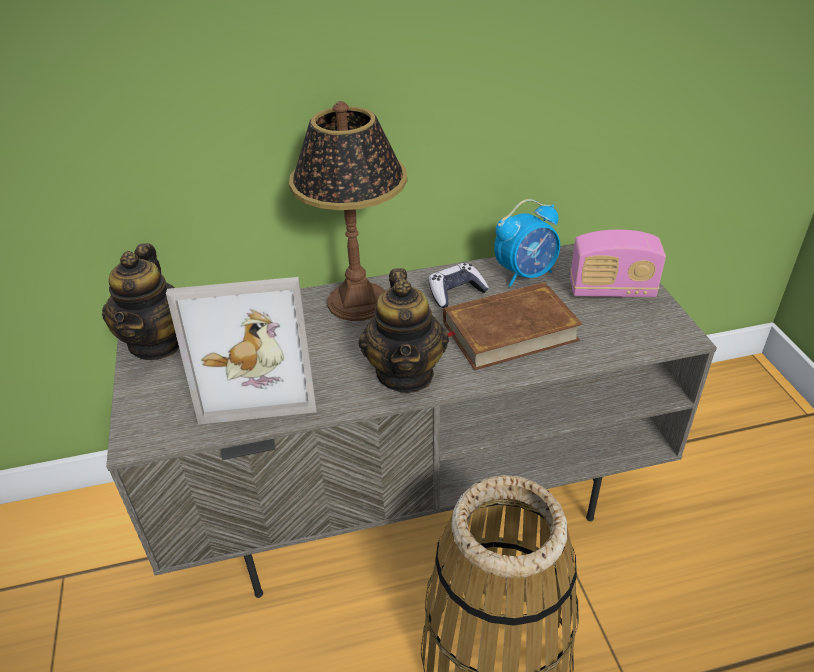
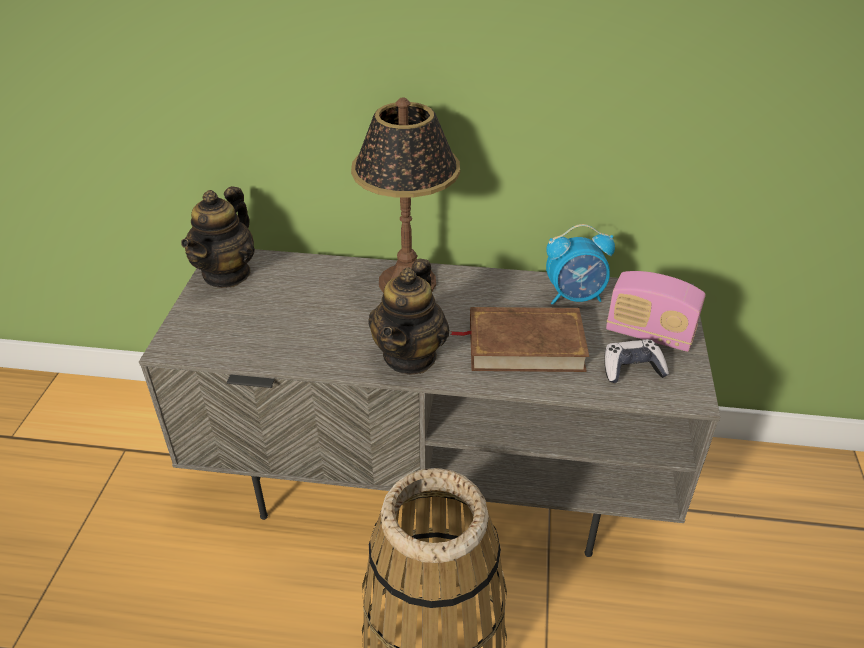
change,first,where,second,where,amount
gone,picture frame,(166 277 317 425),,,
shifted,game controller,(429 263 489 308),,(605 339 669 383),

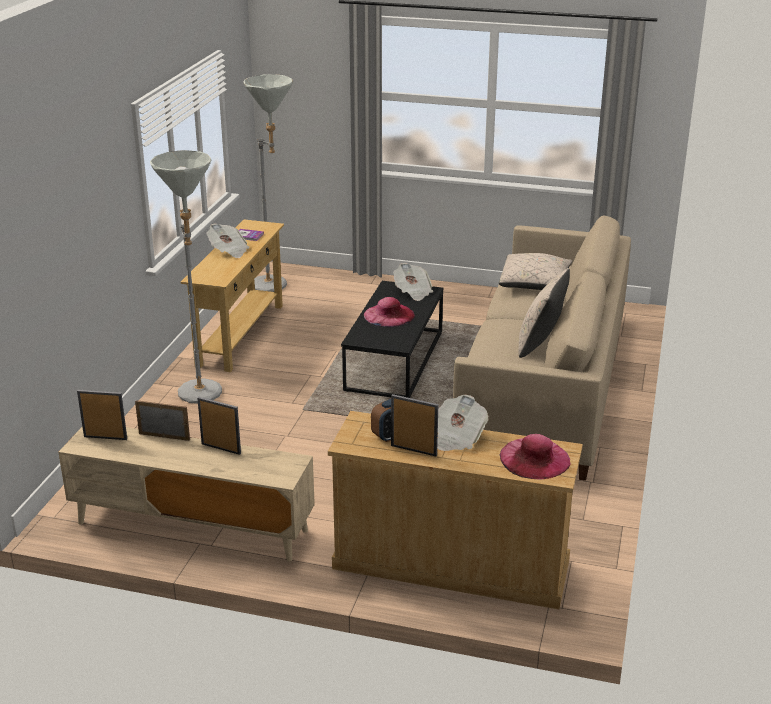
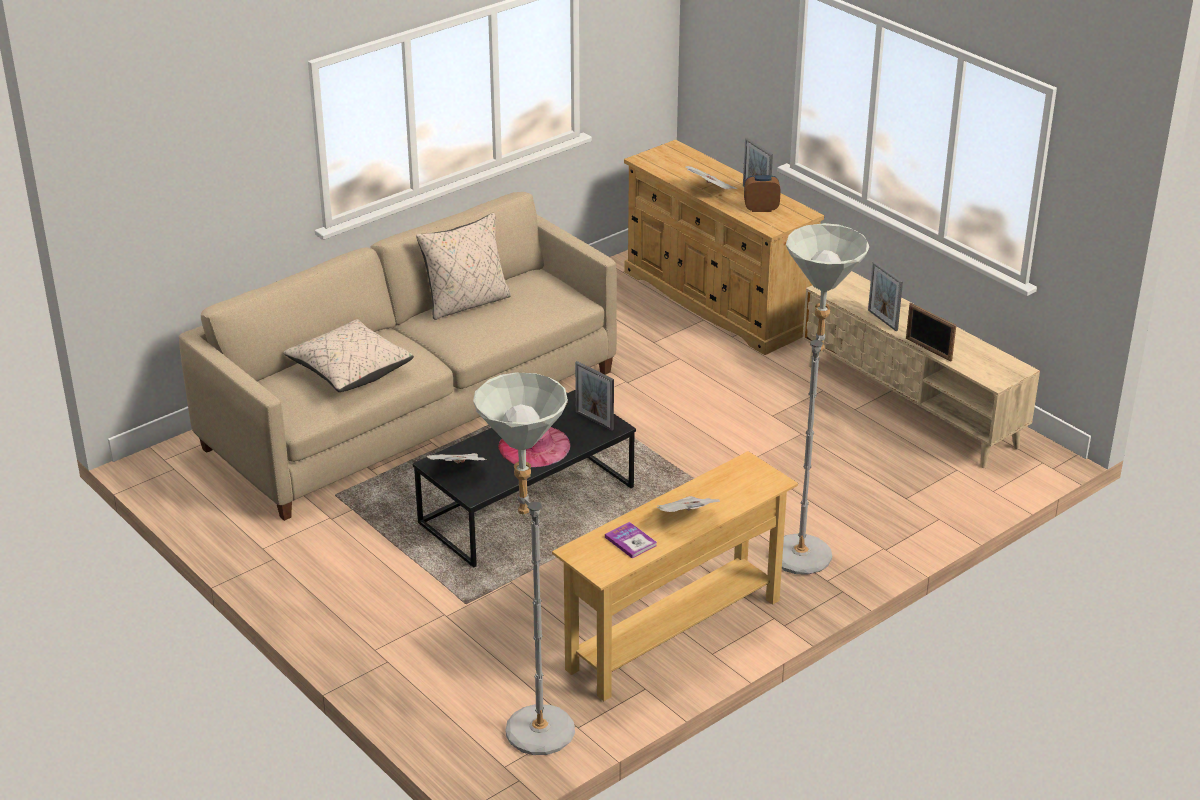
change,first,where,second,where,amount
gone,hat in pink,(500 434 570 480),,,
shifted,picture frame,(77 390 127 440),,(575 361 614 431),

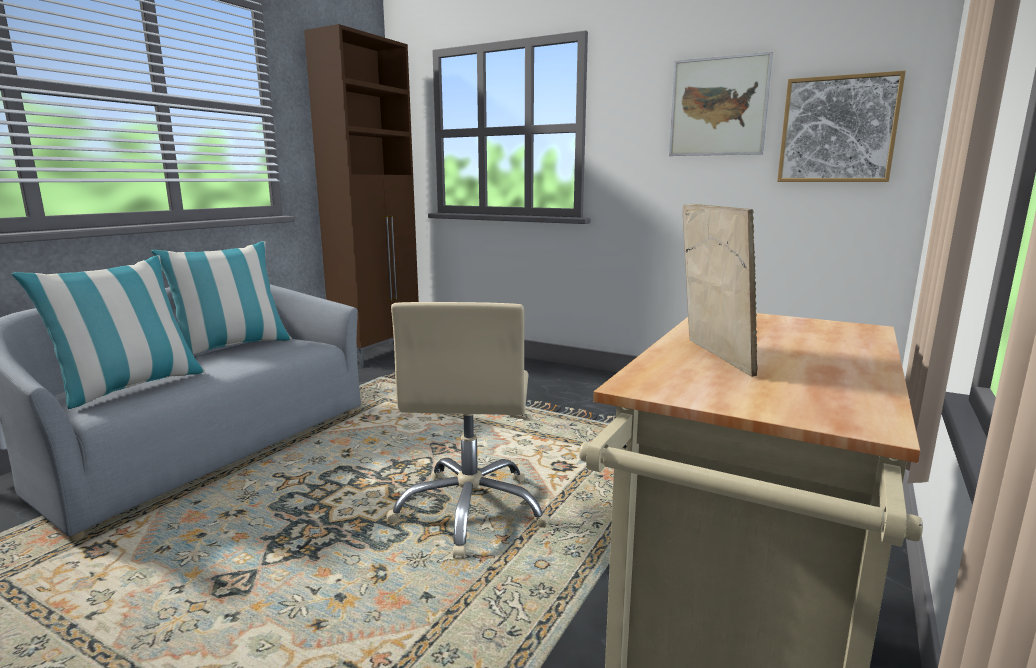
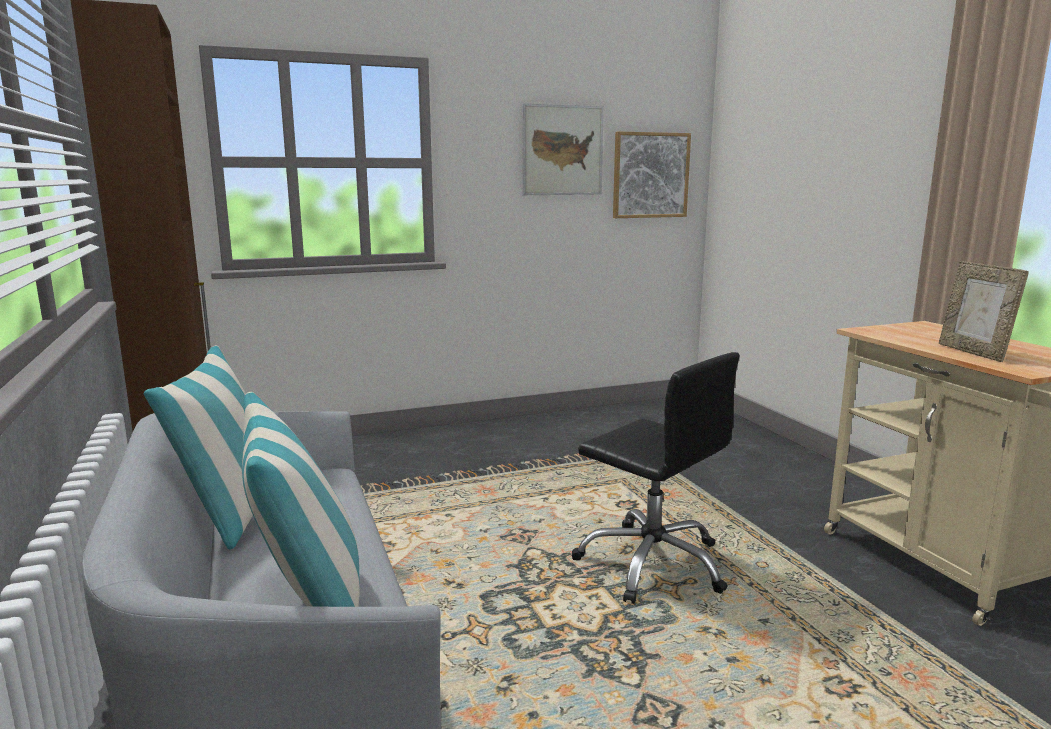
change,first,where,second,where,amount
repainted,office chair in beige,(387 302 550 558),office chair in black,(572 352 740 604),
rotated,picture frame,(683 204 758 377),,(939 261 1029 362),135 degrees counterclockwise

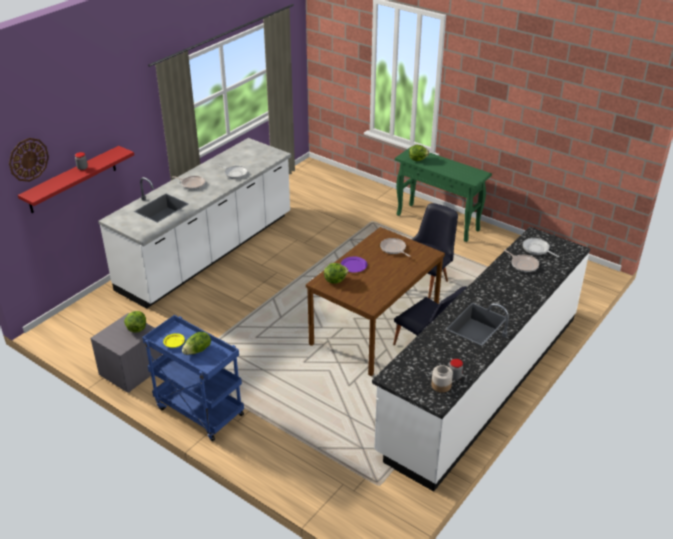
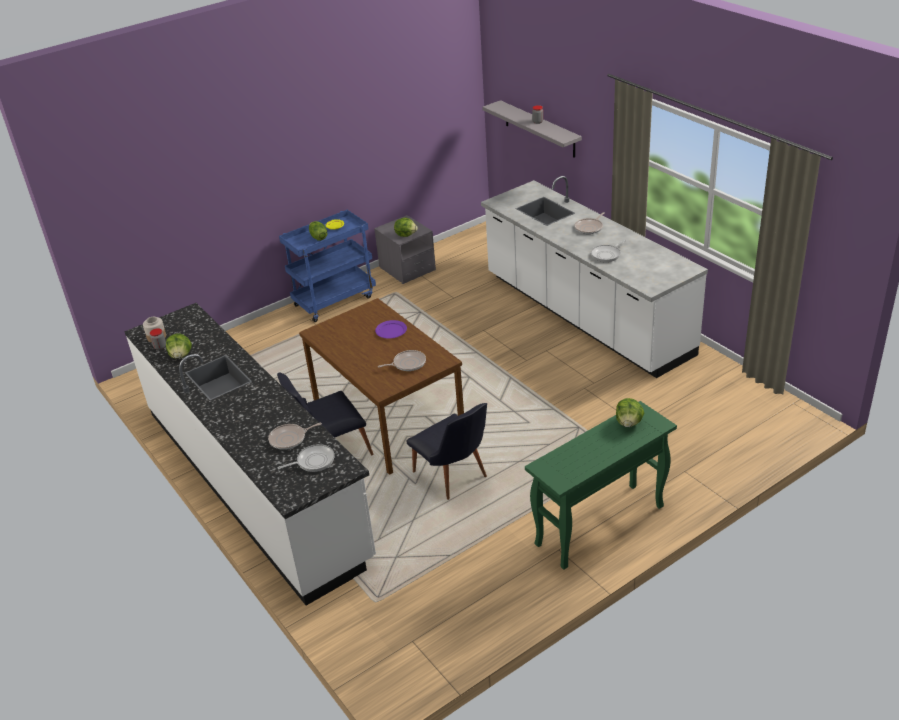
change,first,where,second,where,amount
gone,wall clock,(9 138 49 182),,,
shifted,lettuce,(324 263 348 284),,(166 333 192 359),
repainted,shelf in red,(18 146 134 213),shelf in grey,(482 100 582 158),

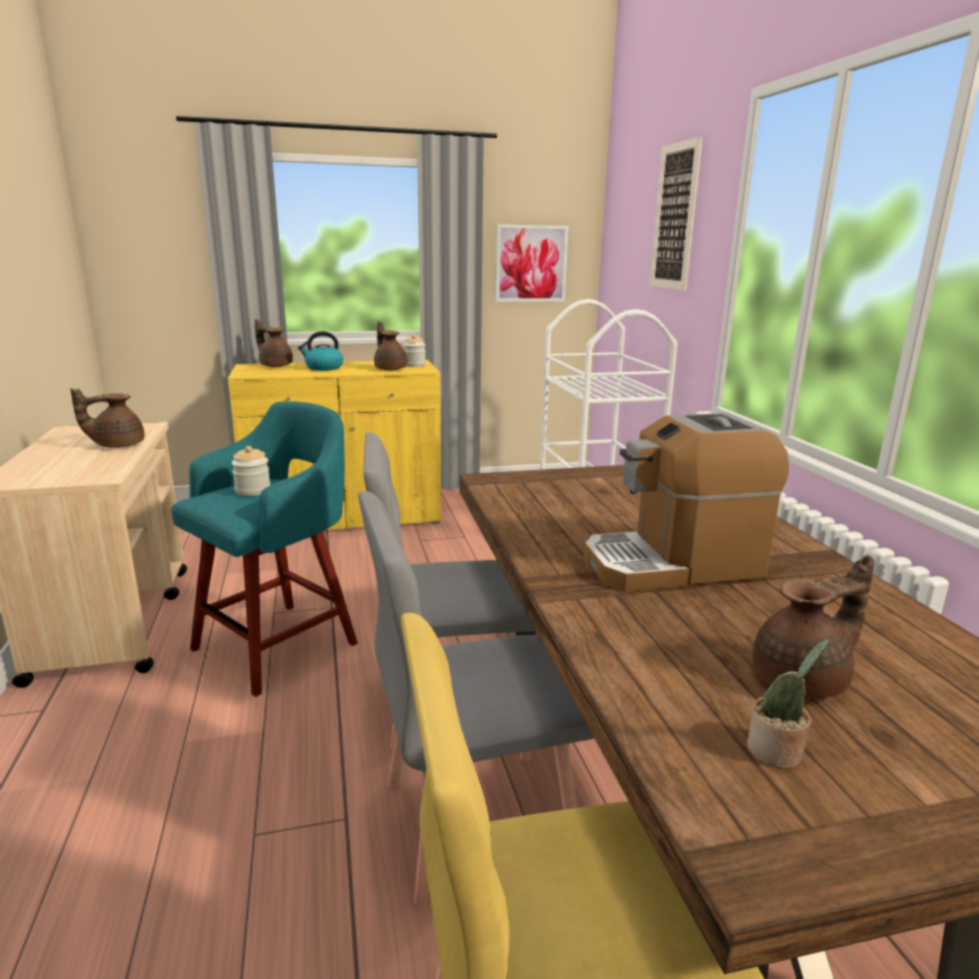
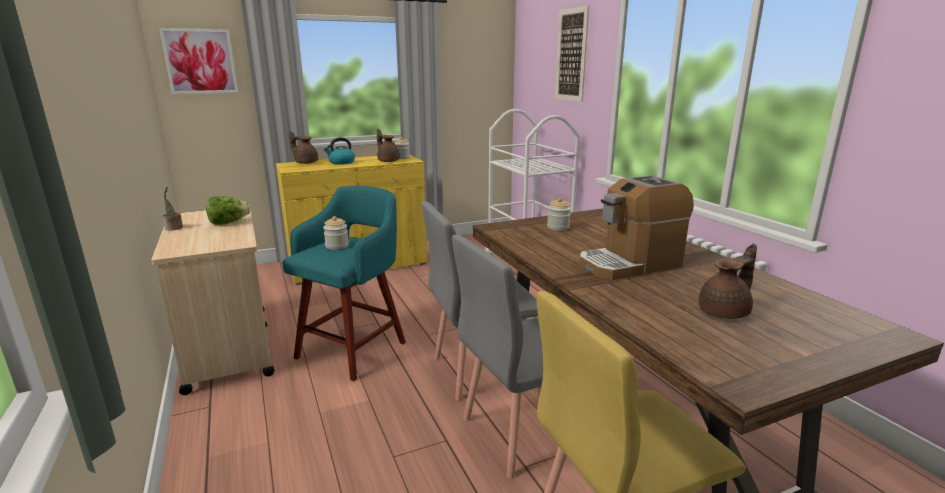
change,first,where,second,where,amount
new,,,jar,(547 198 571 231),
shifted,picture,(495 224 569 302),,(159 28 238 94),
shifted,potted plant,(747 639 829 769),,(162 187 183 231),
swapped,teapot in brown,(70 388 144 448),lettuce,(206 196 251 225),

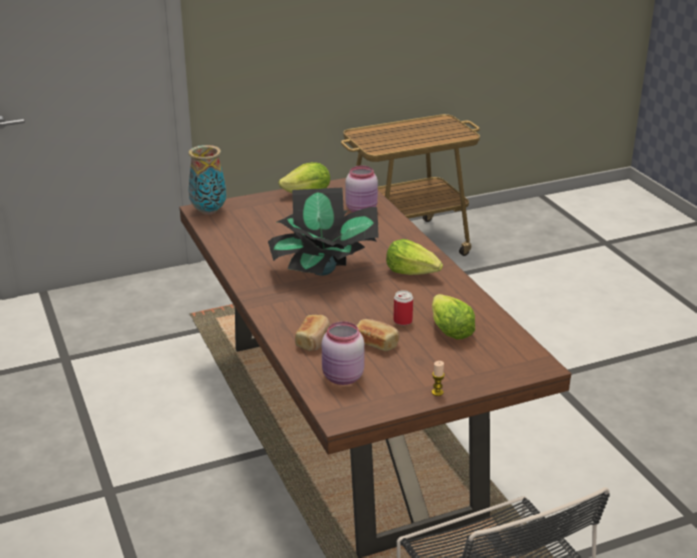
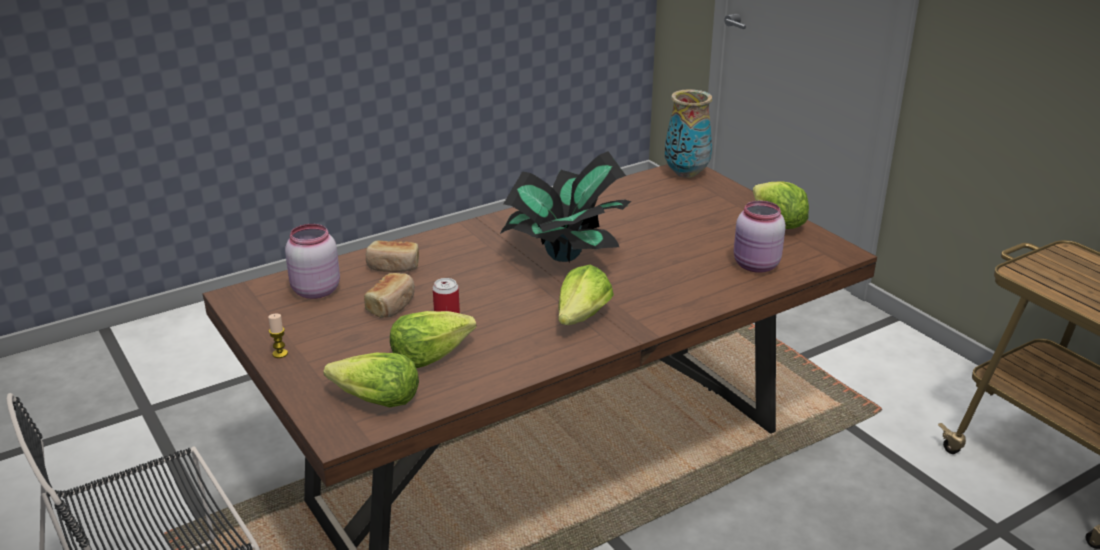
change,first,where,second,where,amount
new,,,lettuce,(323 353 419 407),

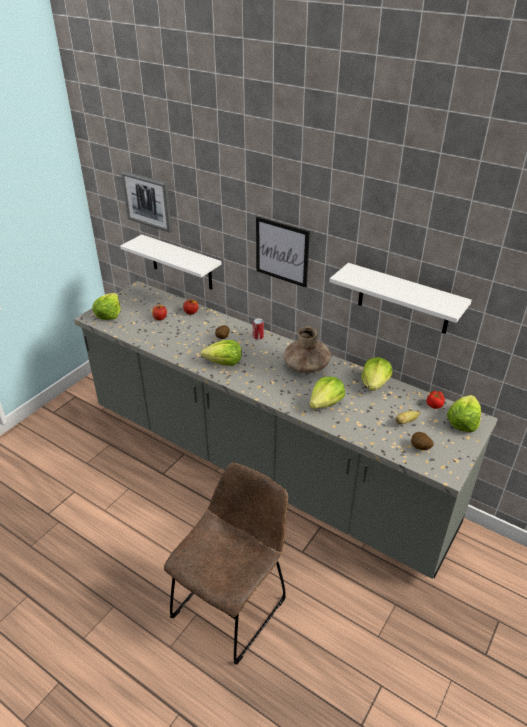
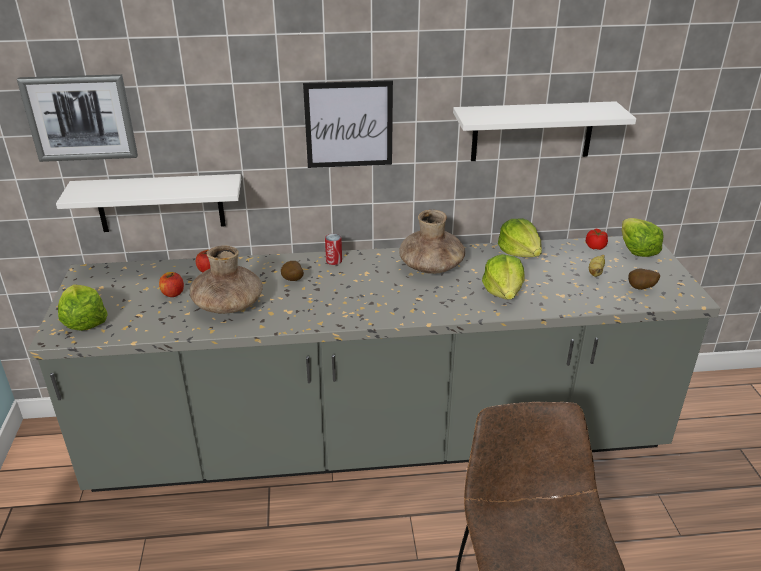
change,first,where,second,where,amount
gone,lettuce,(201 340 242 366),,,
new,,,vase in brown,(190 246 263 314),

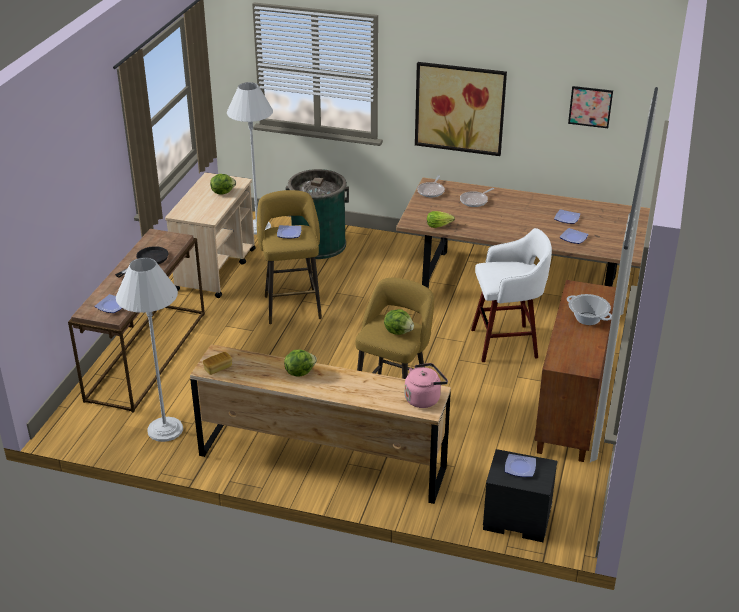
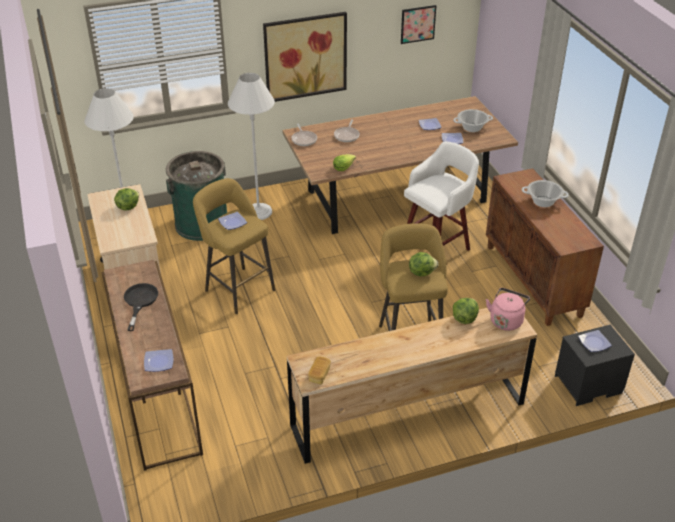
change,first,where,second,where,amount
new,,,cooking pot,(453 109 493 132),
shifted,floor lamp in white,(116 257 183 442),,(228 73 275 220),
shifted,lettuce,(284 350 317 377),,(453 298 479 324),

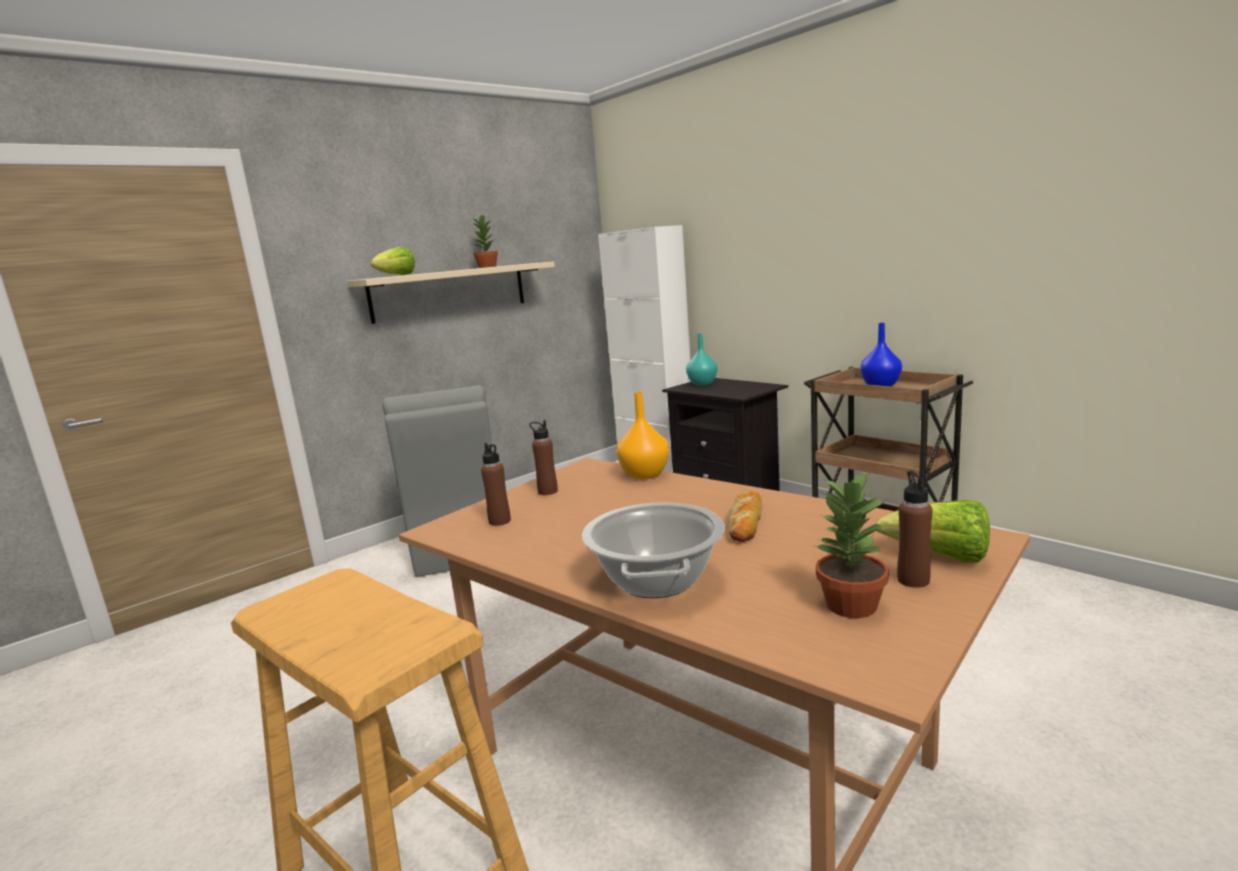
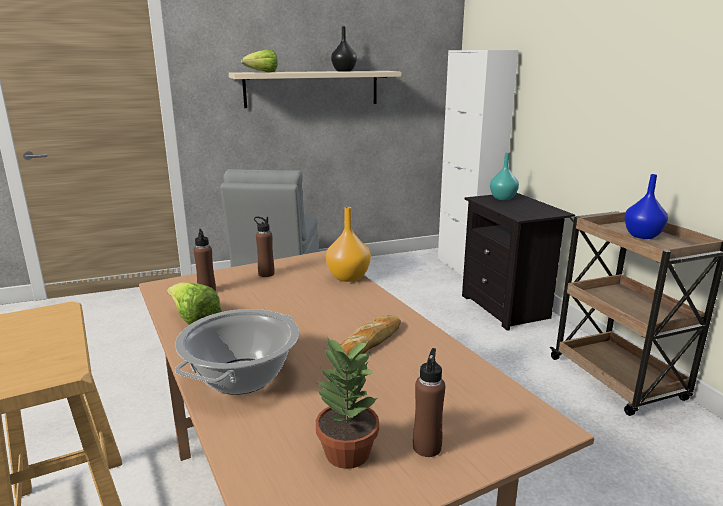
change,first,where,second,where,amount
shifted,lettuce,(876 499 990 562),,(167 282 222 325),
swapped,potted plant,(471 214 498 268),vase in black,(331 26 357 72),

